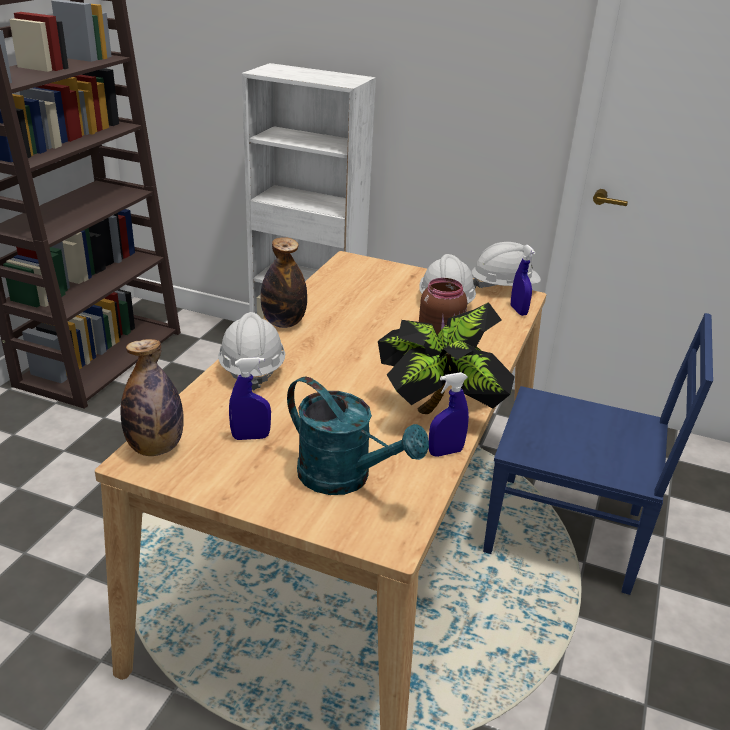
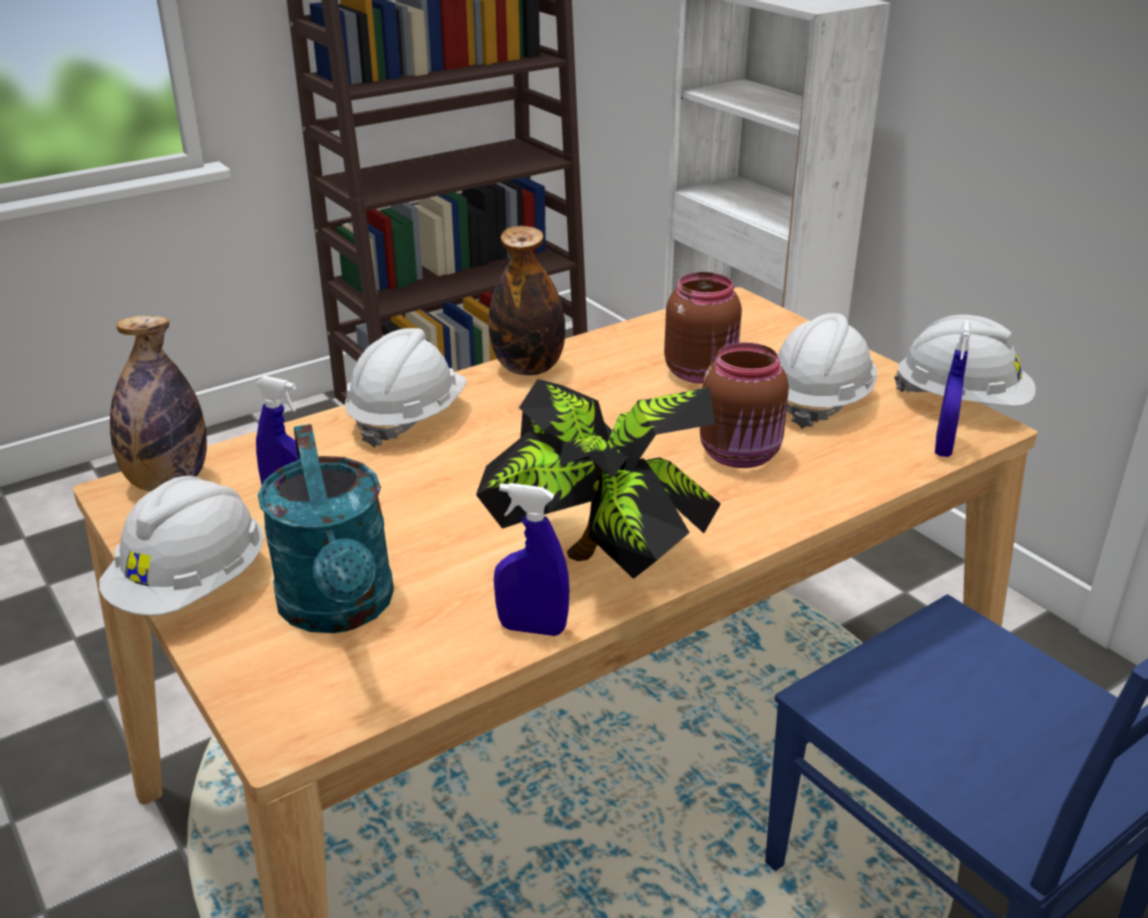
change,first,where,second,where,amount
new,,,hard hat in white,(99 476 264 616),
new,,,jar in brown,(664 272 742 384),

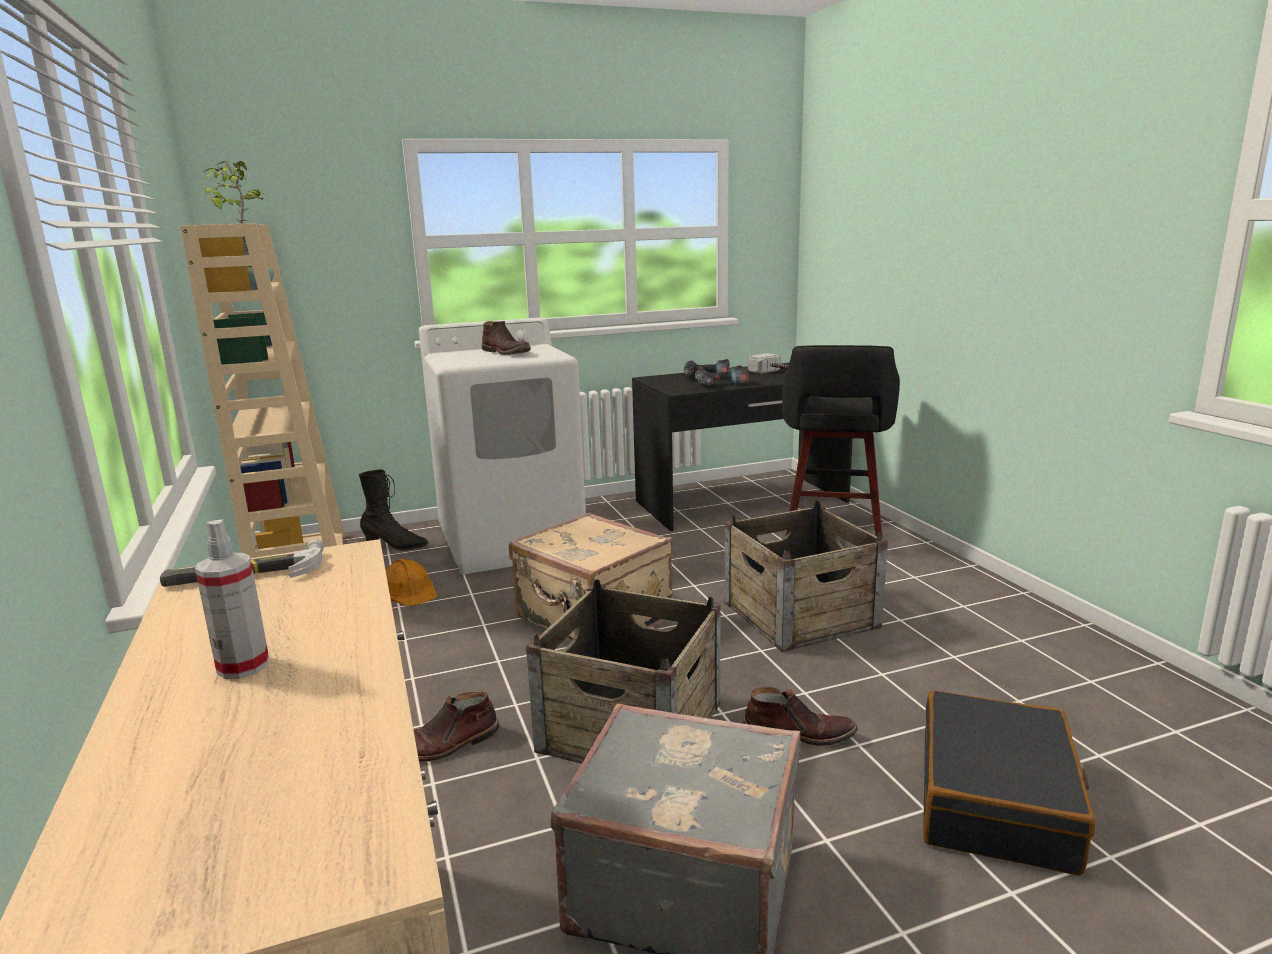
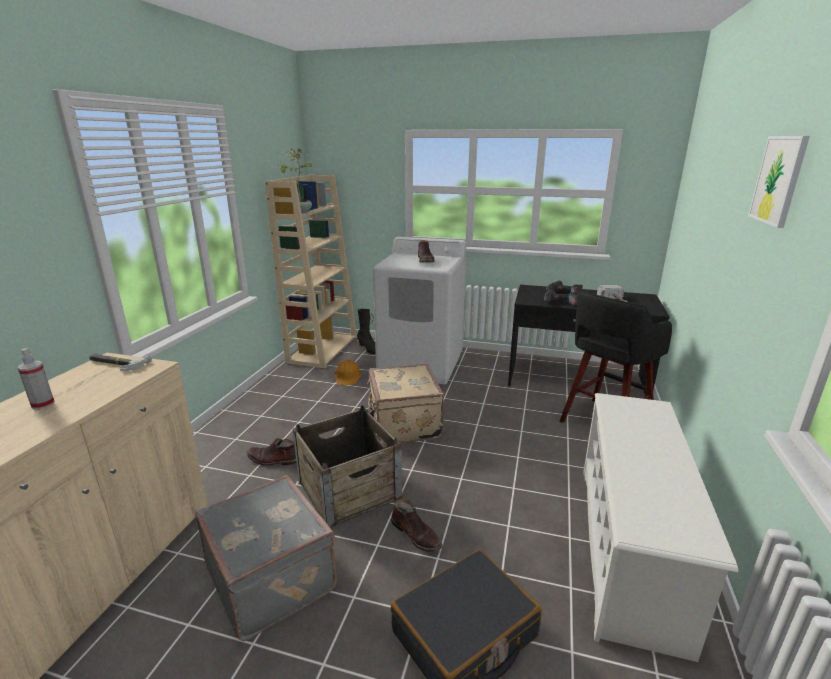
change,first,where,second,where,amount
gone,crate,(725 501 888 652),,,
new,,,shoe rack in white,(584 393 738 662),
new,,,picture,(748 136 810 228),

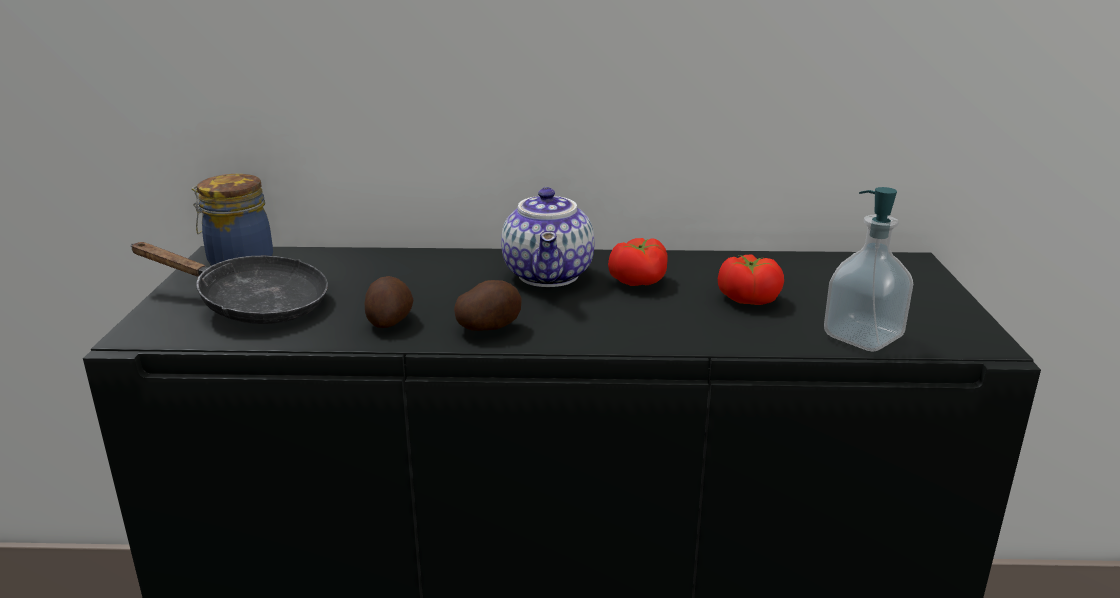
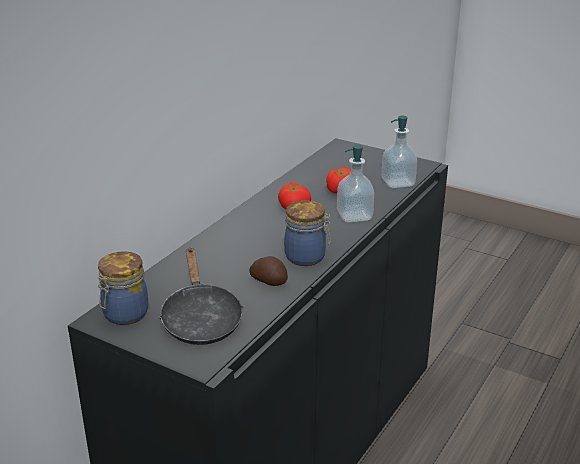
change,first,where,second,where,amount
gone,teapot,(501 187 595 287),,,
new,,,soap dispenser,(337 145 374 223),
swapped,potato,(454 280 522 331),jar,(284 201 331 266),
rotated,frying pan in black,(130 242 328 324),,(159 247 244 345),120 degrees clockwise

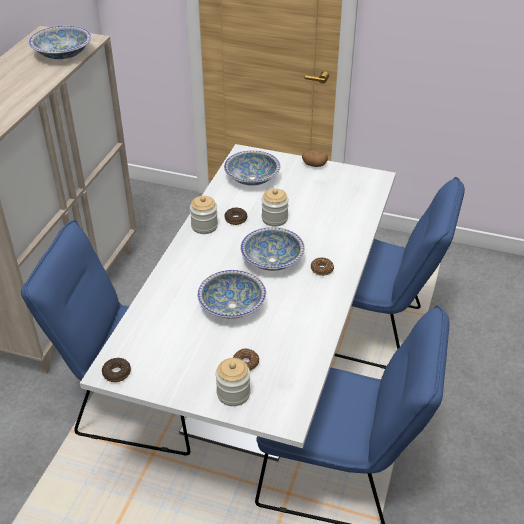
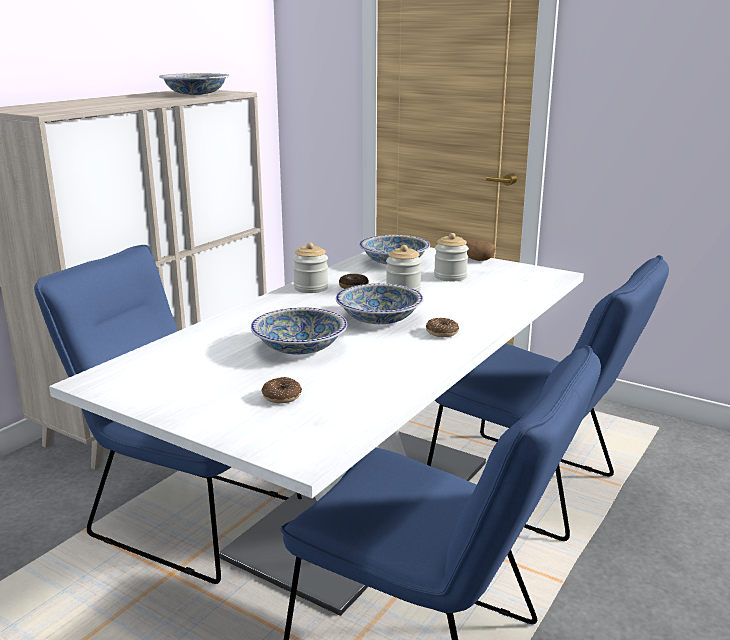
change,first,where,second,where,amount
gone,donut,(102 358 131 382),,,
shifted,jar,(215 358 251 406),,(434 233 469 281),

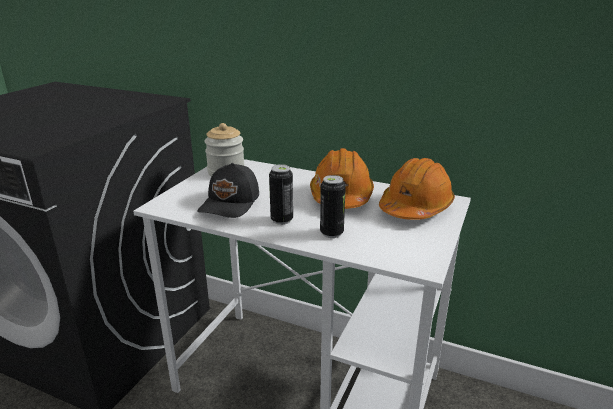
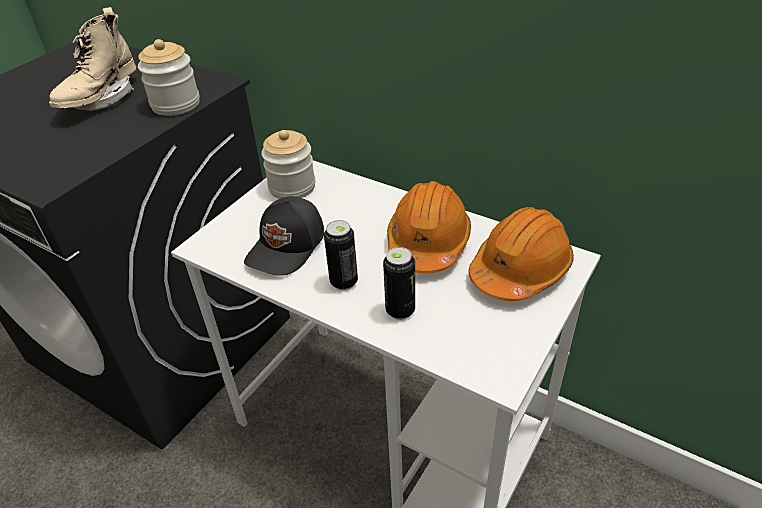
change,first,where,second,where,amount
new,,,boot in beige,(49 7 136 111),
new,,,jar,(138 39 200 116),

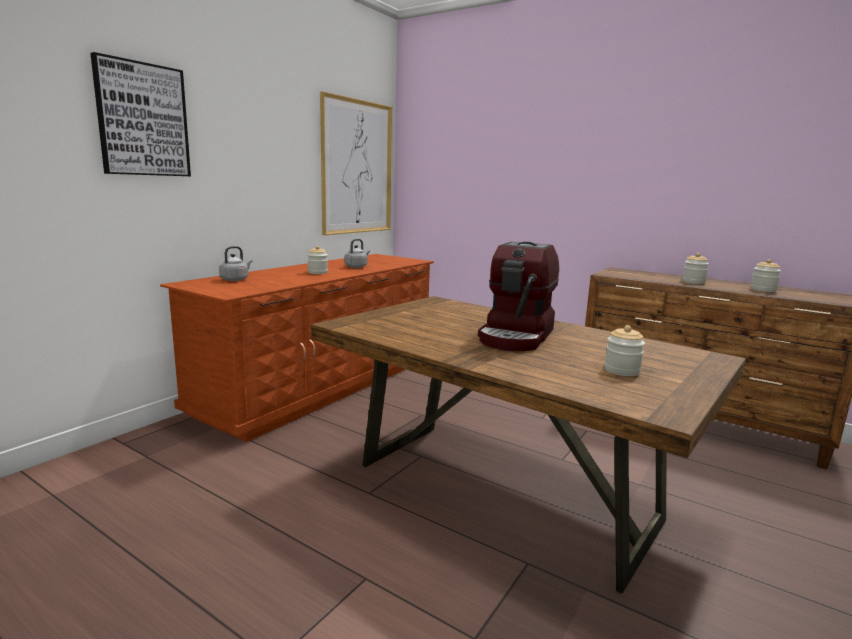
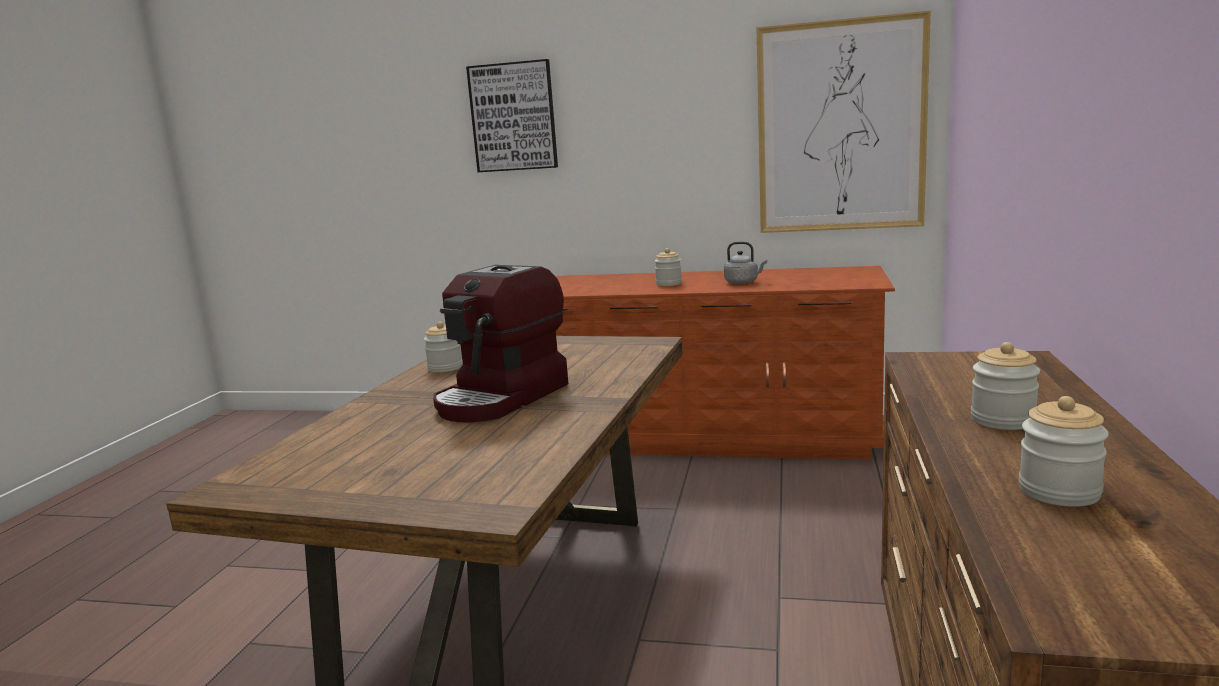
change,first,where,second,where,amount
gone,kettle in grey,(219 246 252 281),,,
shifted,jar,(604 325 645 376),,(424 322 463 372),
rotated,coffee machine,(478 242 559 351),,(433 265 568 422),60 degrees counterclockwise

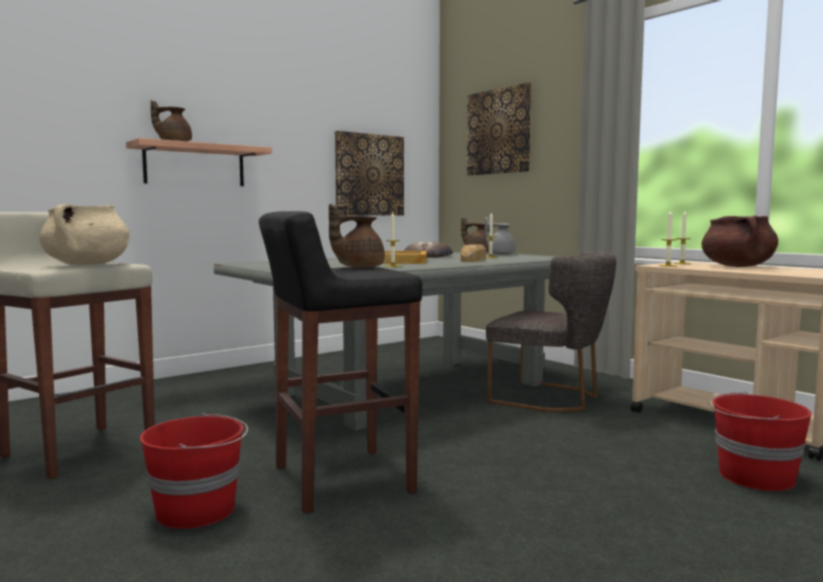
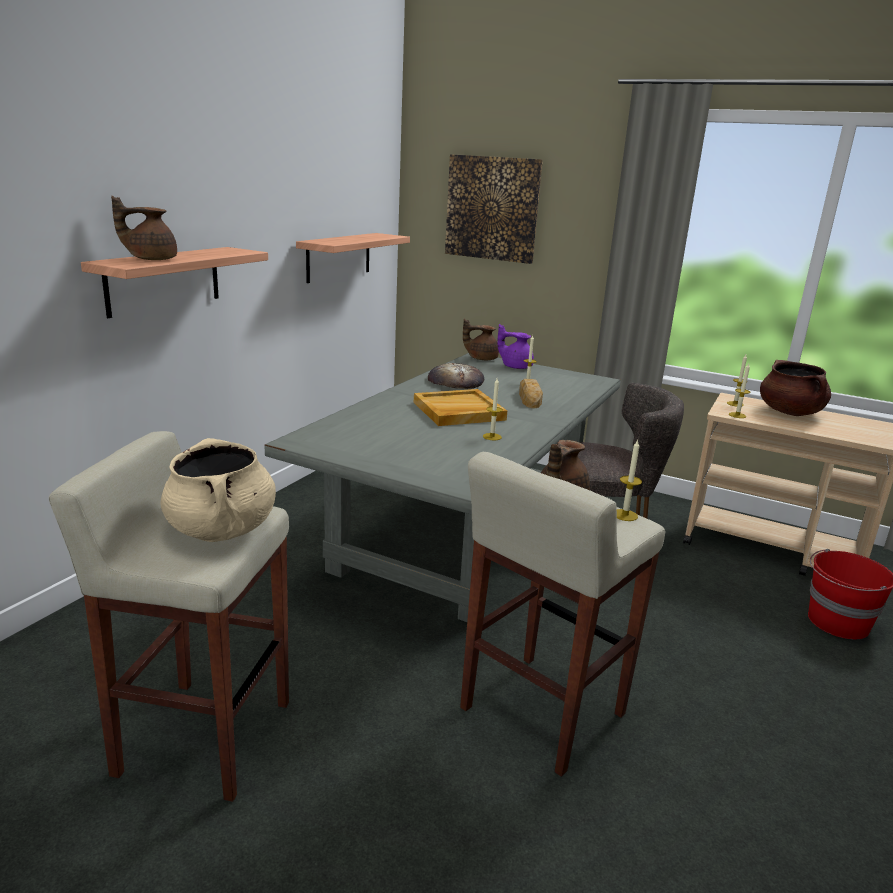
change,first,where,second,where,amount
gone,bucket in red,(140 413 248 529),,,
new,,,candle,(617 439 642 521),
swapped,picture,(335 131 404 216),shelf,(296 233 410 283),
repainted,stool in black,(259 211 423 513),stool in beige,(460 452 665 777),
repainted,teapot in grey,(485 217 516 255),teapot in purple,(497 324 534 369),

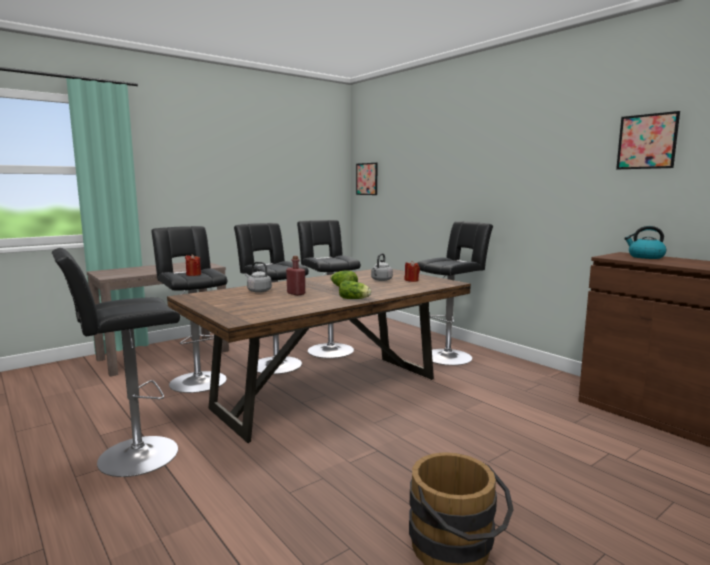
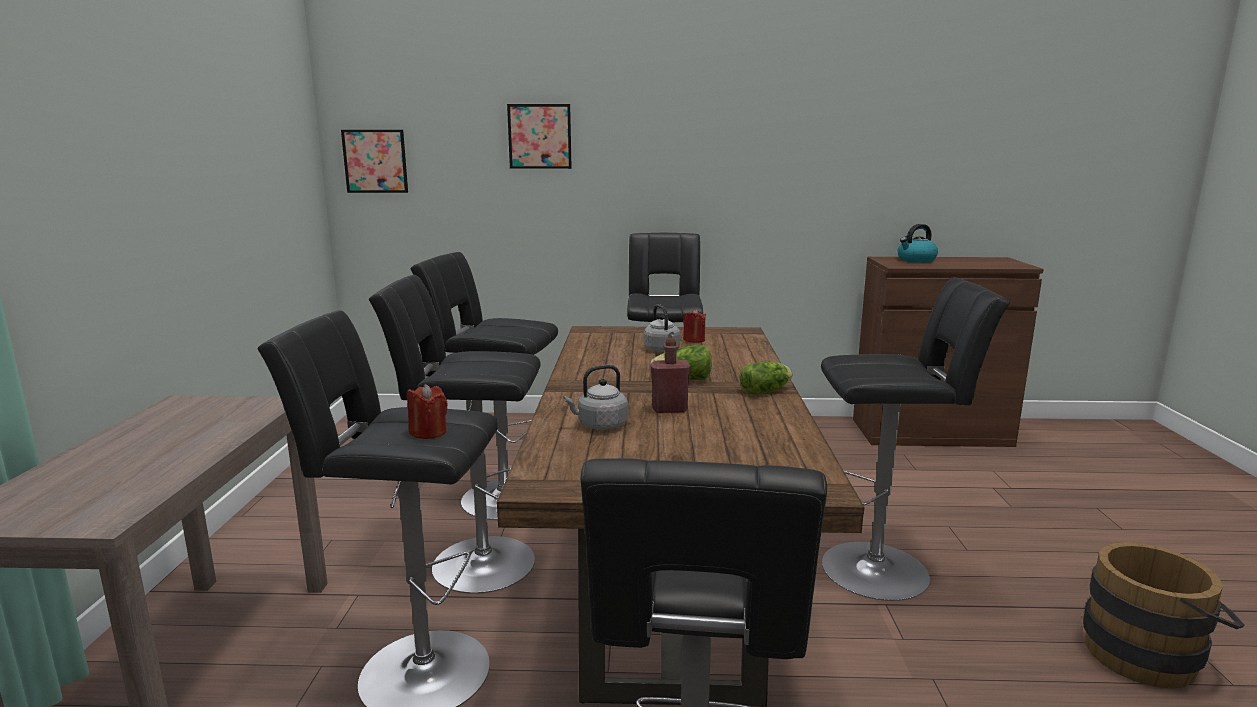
change,first,where,second,where,amount
new,,,stool in black,(821 277 1010 601),
shifted,picture,(616 111 680 169),,(507 104 572 169),

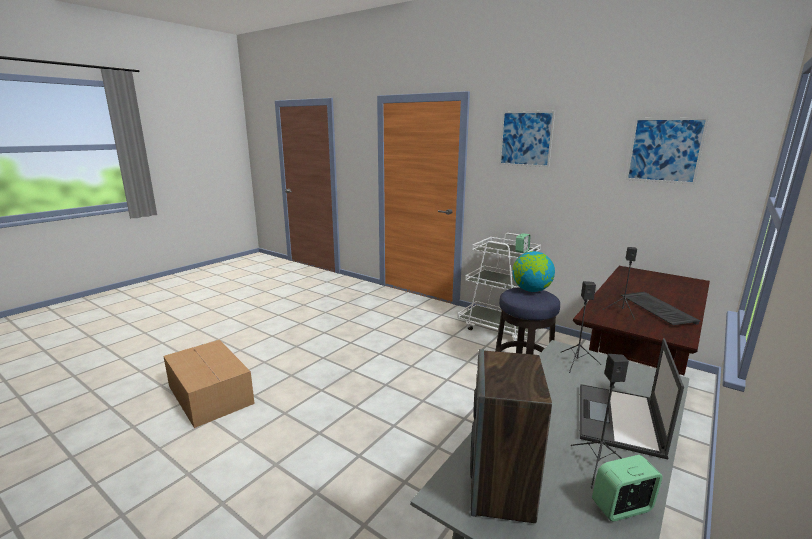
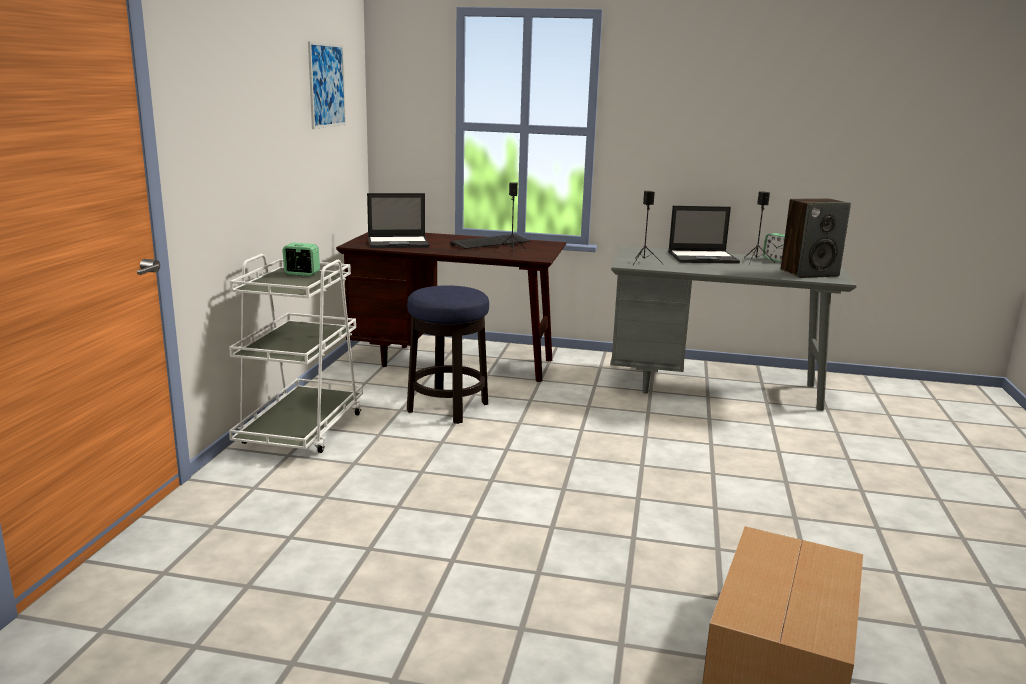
change,first,where,second,where,amount
gone,picture,(499 111 555 167),,,
gone,globe,(512 251 555 292),,,
new,,,laptop,(367 193 430 248),

